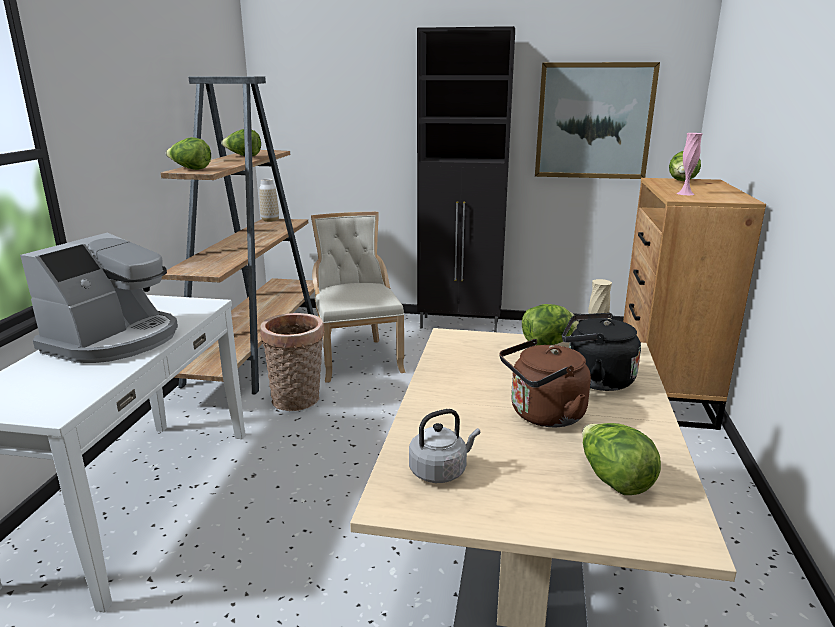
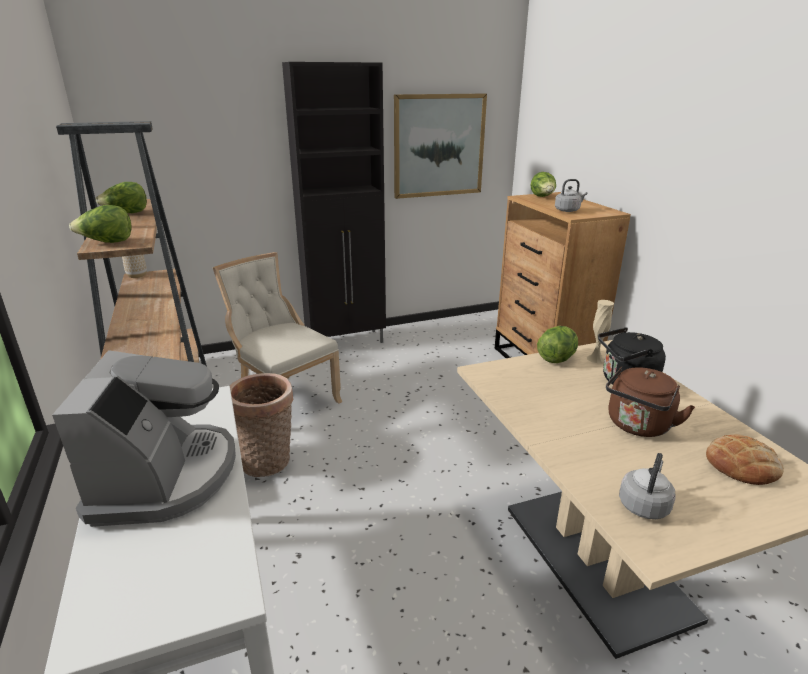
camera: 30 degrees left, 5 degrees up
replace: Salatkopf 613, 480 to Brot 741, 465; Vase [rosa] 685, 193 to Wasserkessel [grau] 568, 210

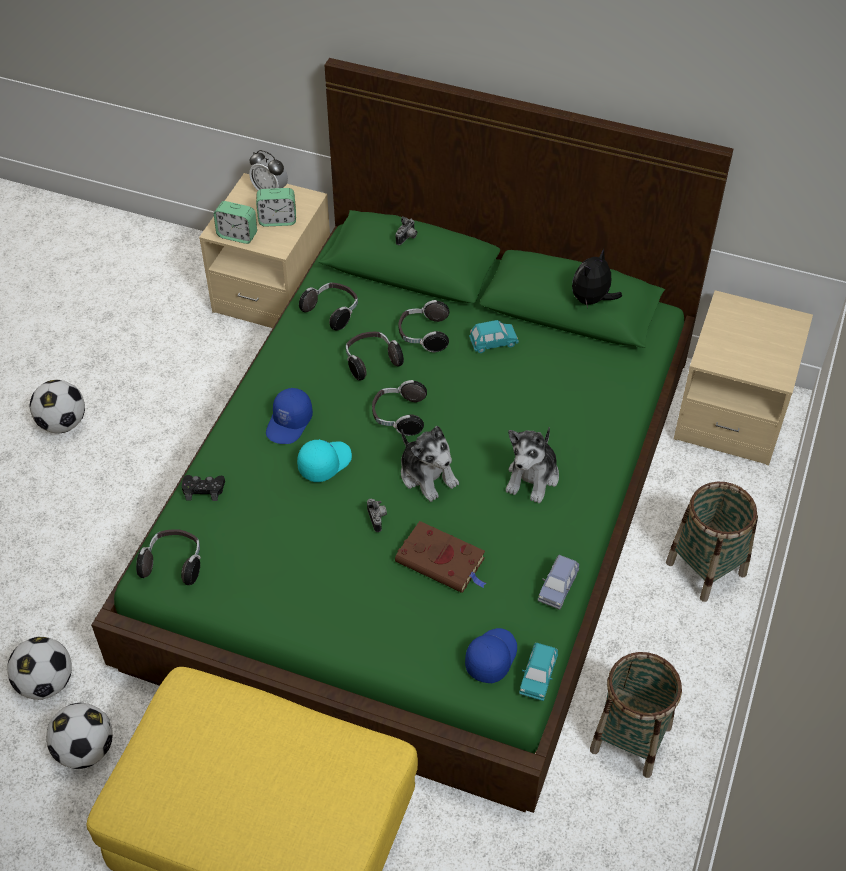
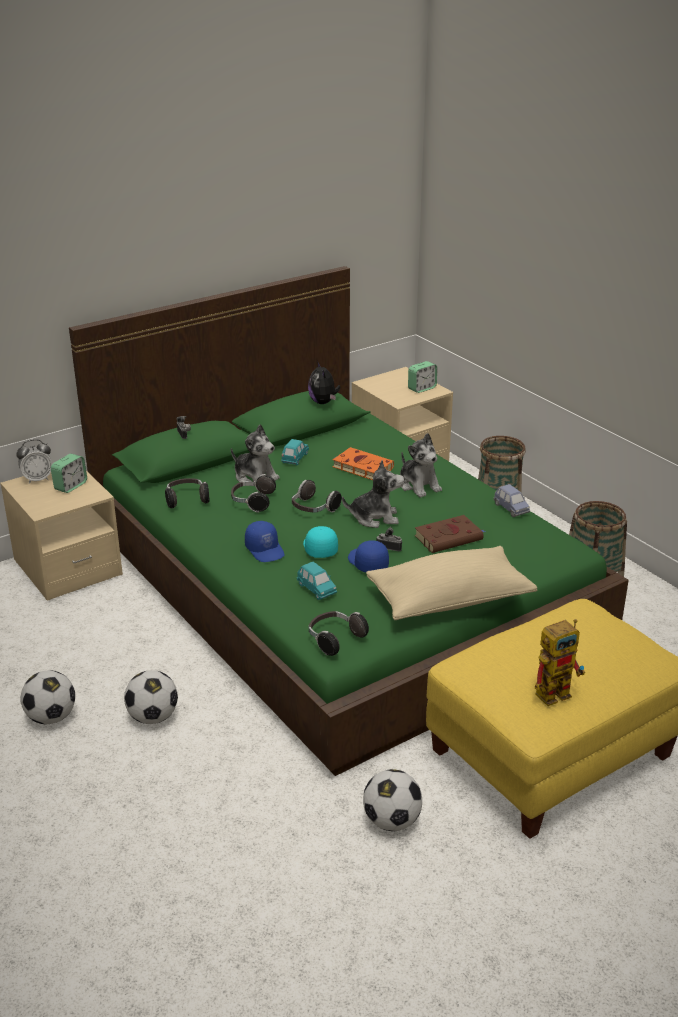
camera: 55 degrees left, 20 degrees down
delete: Gamepad [schwarz] 203, 490
insert: Buch [orange] 361, 467; Kissen [beige] 449, 600; Spielzeugroboter 557, 691
move: Fußball 46, 683 to 153, 717; Wecker 237, 235 to 422, 388; Kappe [blau] 490, 657 to 367, 563; Spielzeugauto [türkis] 538, 677 to 316, 589
replace: Kopfhörer 423, 335 to Plüschtier 255, 477

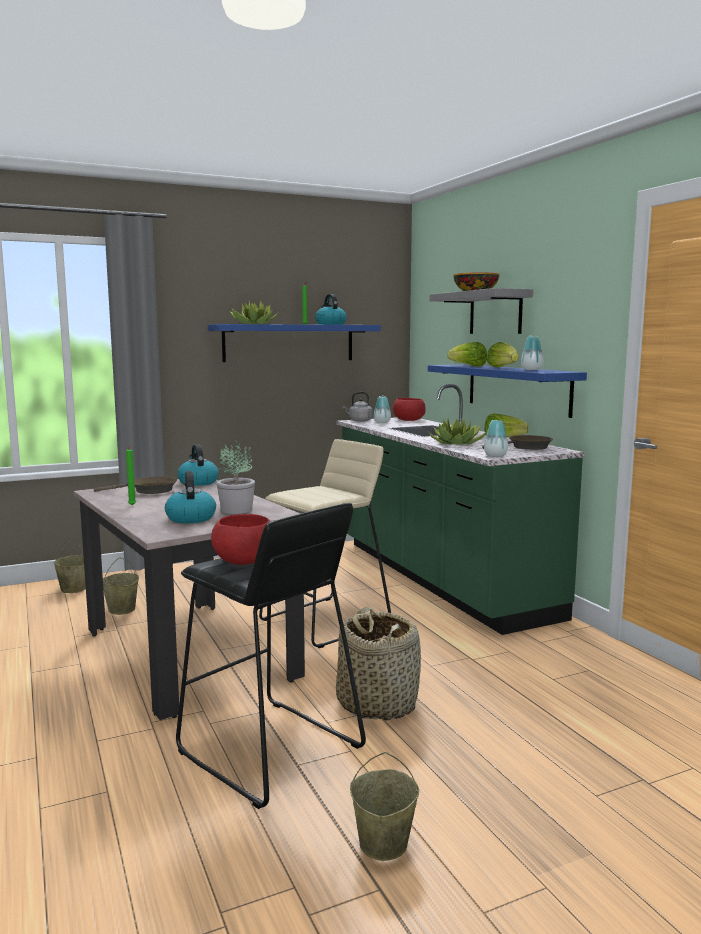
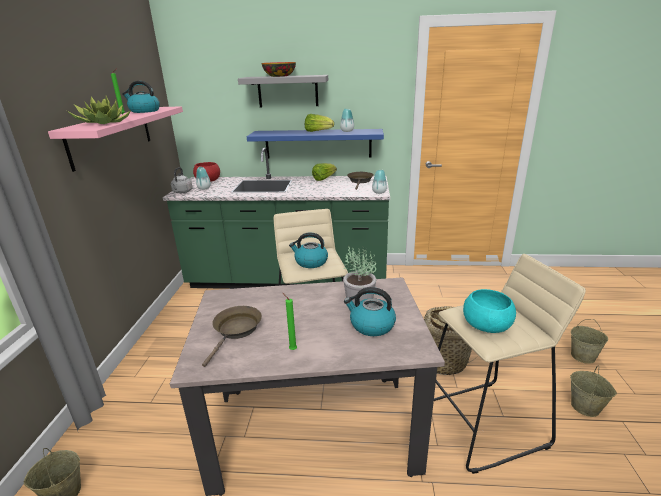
camera: 60 degrees left, 15 degrees up
delete: Topfpflanze 457, 444; Salatkopf 468, 366
move: Eimer [beige] 122, 610 to 583, 356; Wasserkessel 198, 482 to 310, 262
recolor: Hocker [schwarz] 269, 751 to Hocker [beige] 484, 424; Wandregal [blau] 289, 343 to Wandregal [rosa] 112, 135; Schüssel [rot] 244, 560 to Schüssel [türkis] 487, 325

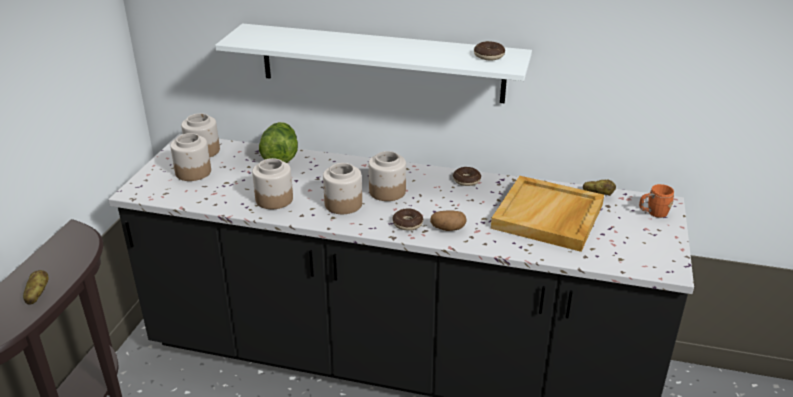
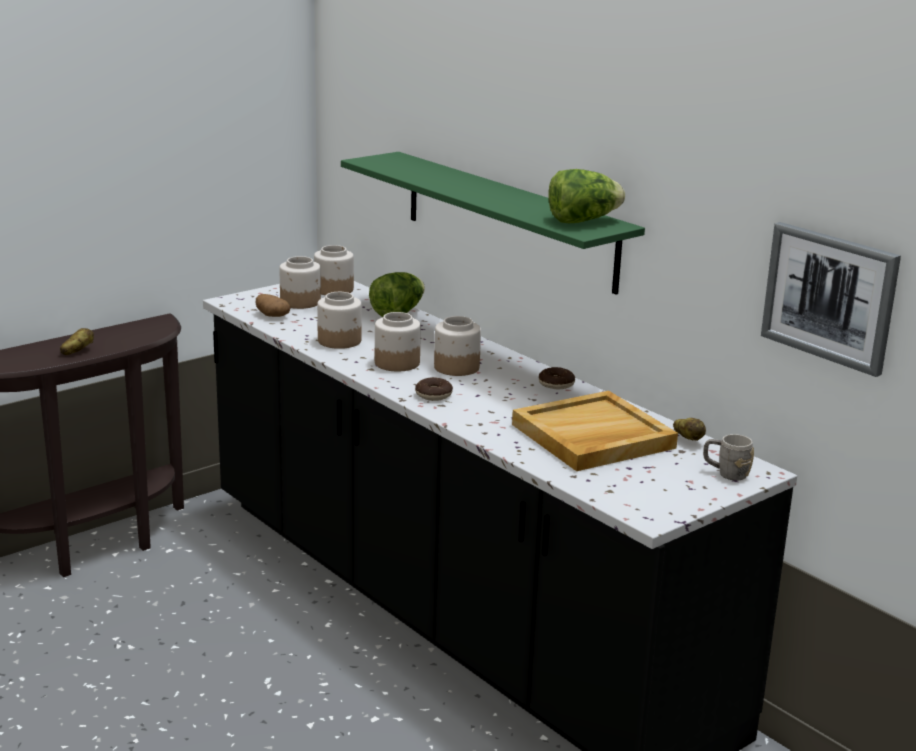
camera: 35 degrees right, 10 degrees down
insert: Bild 830, 296
move: Kartoffel 448, 228 to 271, 315
replace: Donut 489, 56 to Salatkopf 582, 221
recolor: Wandregal [weiß] 381, 63 to Wandregal [grün] 508, 220; Henkelbecher [orange] 653, 213 to Henkelbecher [grau] 726, 473

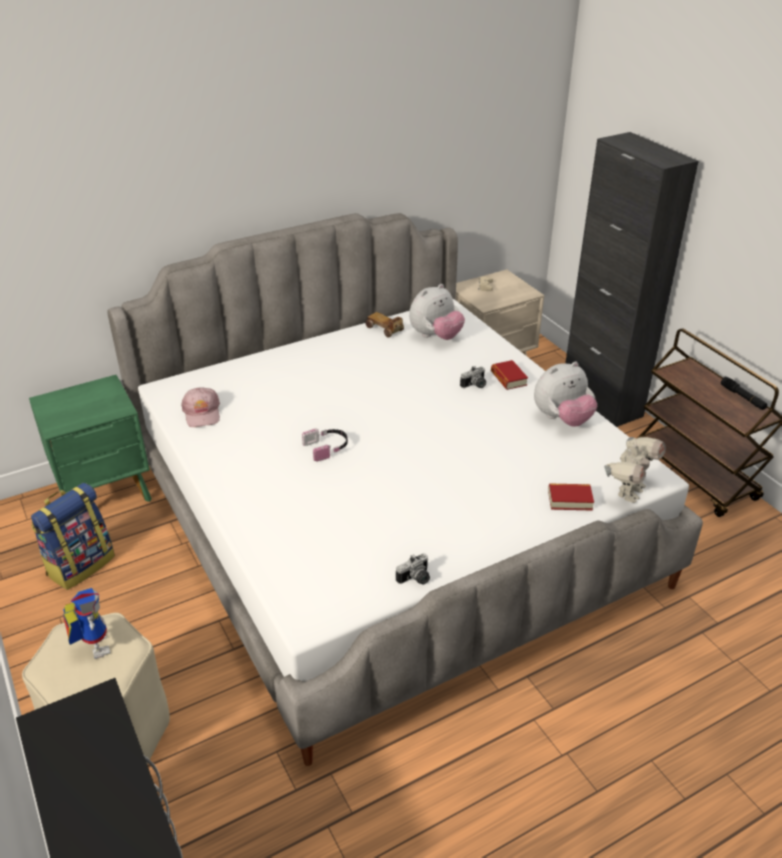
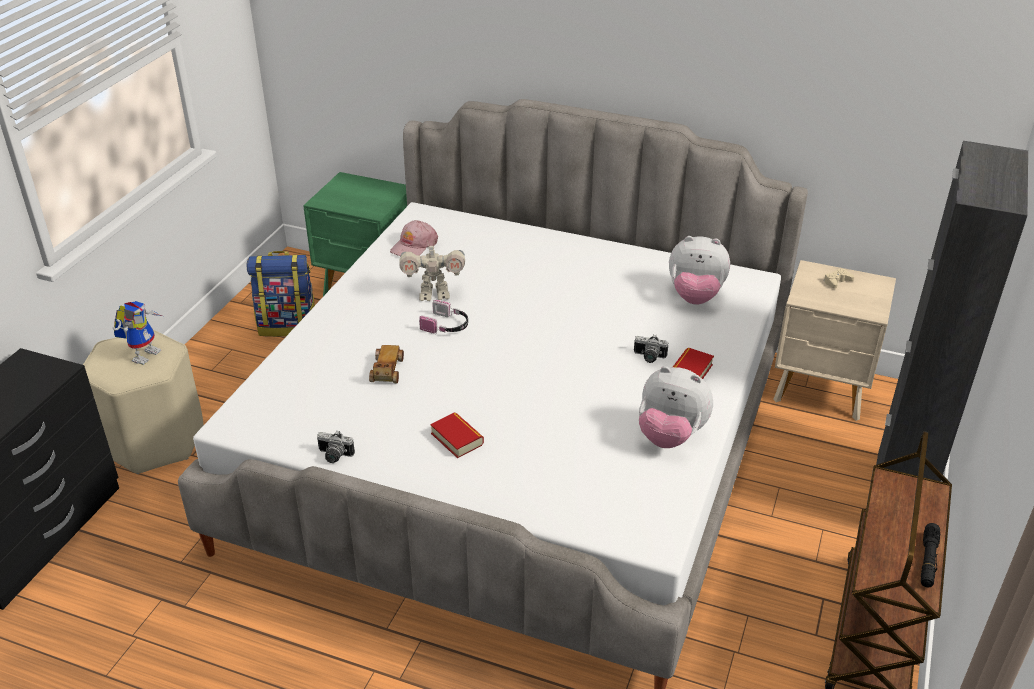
camera: 50 degrees right, 0 degrees up
move: Spielzeugauto 385, 329 to 387, 371; Buch 570, 500 to 457, 439; Spielzeugroboter 628, 491 to 434, 295

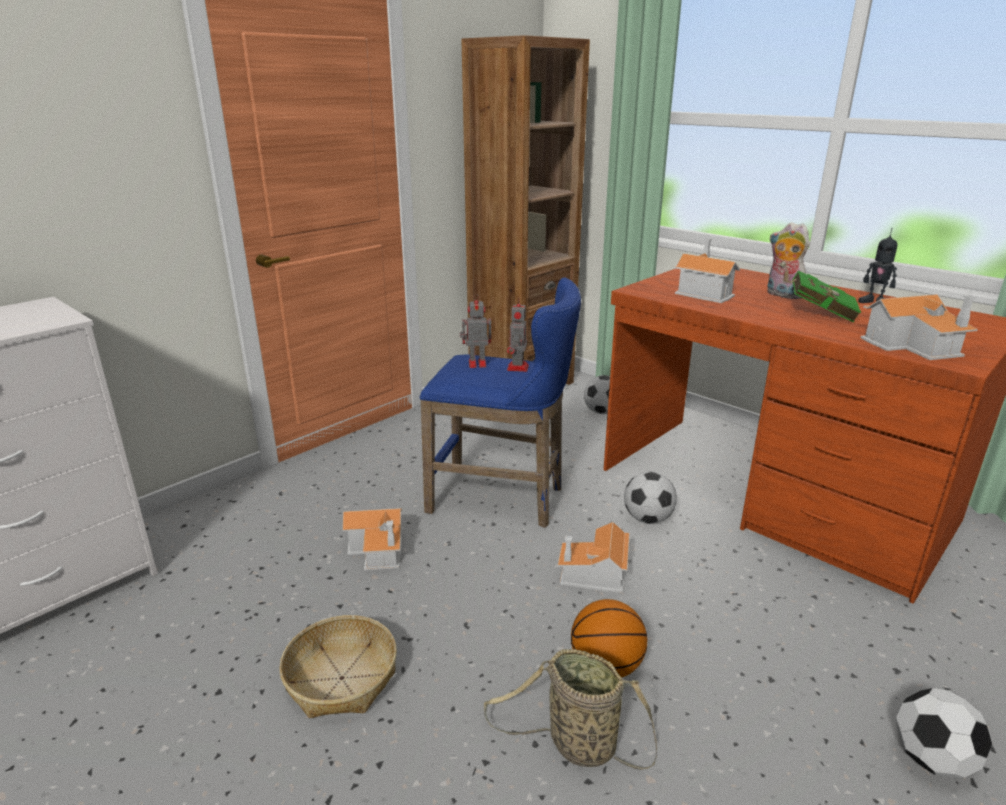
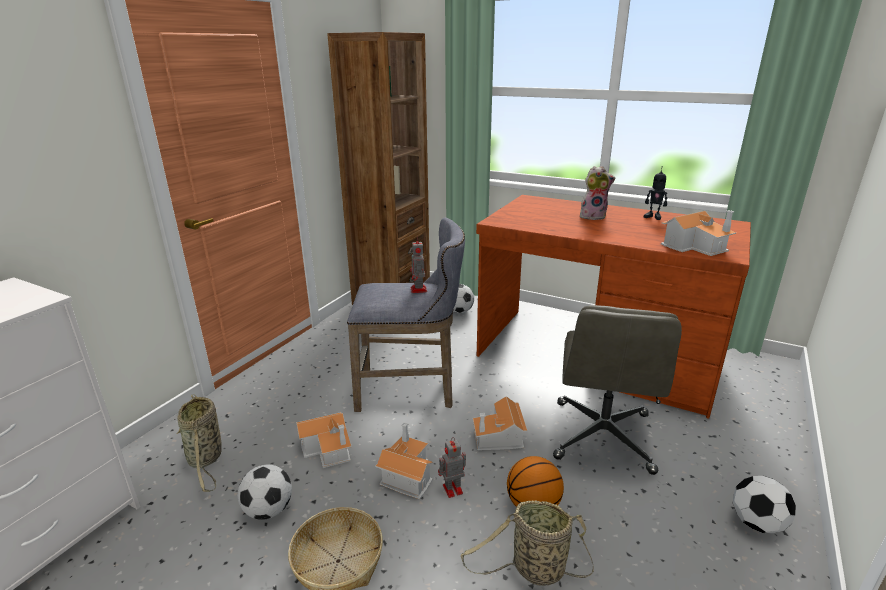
camera: 15 degrees left, 0 degrees up
delete: Buch [grün] 818, 313
insert: Korb 206, 459; Bürostuhl [grau] 603, 437
move: Spielzeugroboter 476, 363 to 451, 489; Fußball 647, 519 to 268, 510; Spielzeughaus 704, 291 to 406, 474
recolor: Hocker [blau] 503, 499 to Hocker [grau] 411, 391
rotate: Plüschtier 781, 295 = 593, 216 150 degrees clockwise

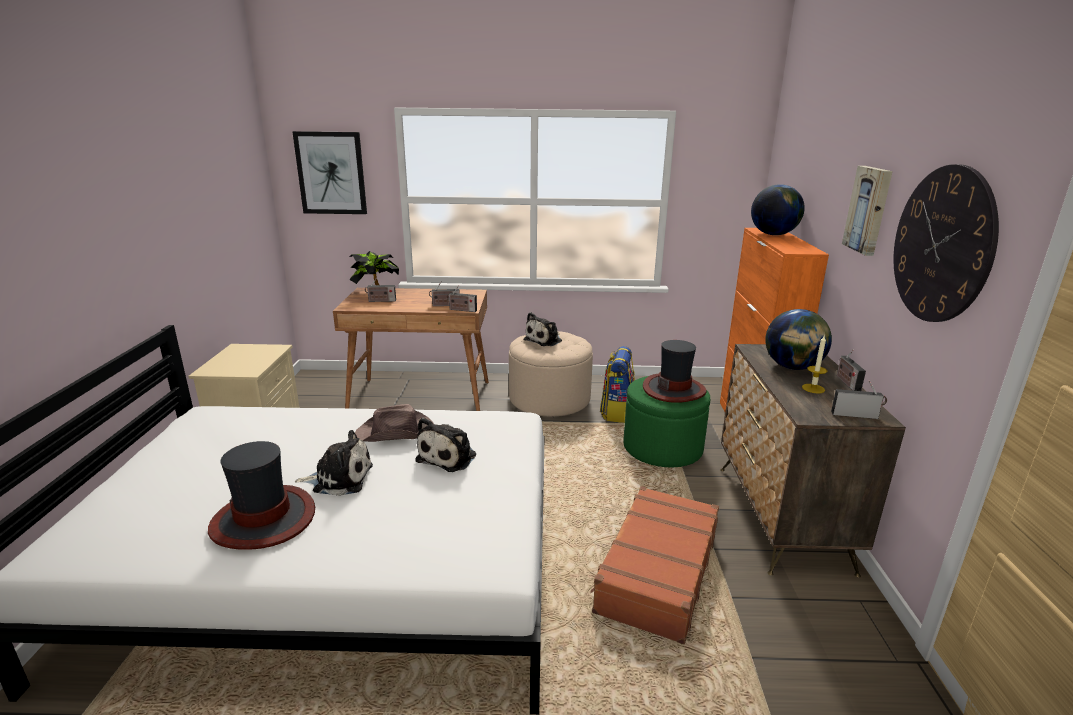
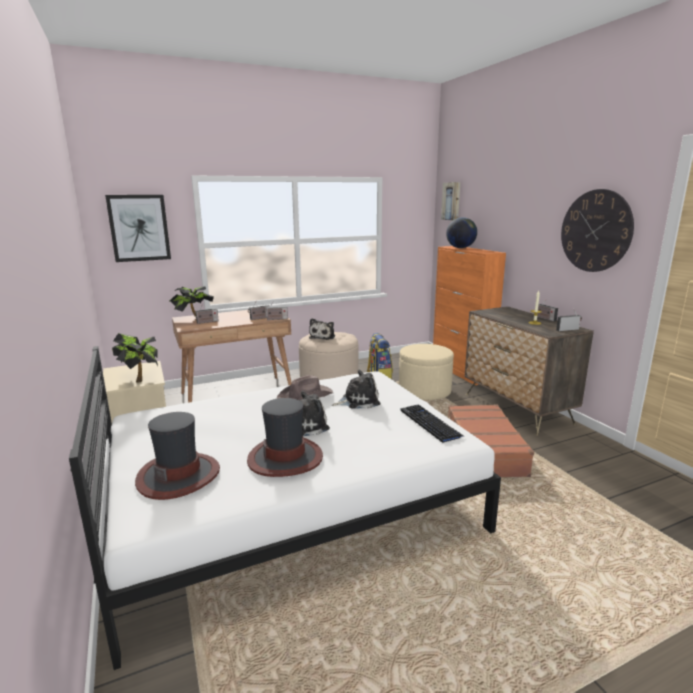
camera: 25 degrees left, 5 degrees down
delete: Globus 792, 367
insert: Topfpflanze 141, 378; Tastatur 430, 424
move: Hut 674, 389 to 179, 475; Bild 869, 210 to 451, 201
recolor: Polsterhocker [grün] 662, 448 to Polsterhocker [beige] 424, 391
rotate: Plüschtier 449, 456 = 358, 401 105 degrees counterclockwise

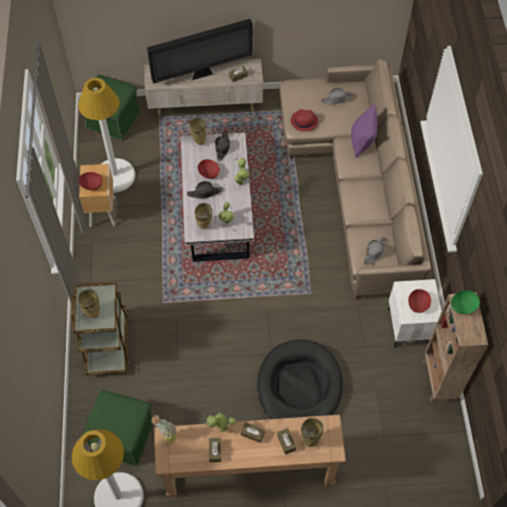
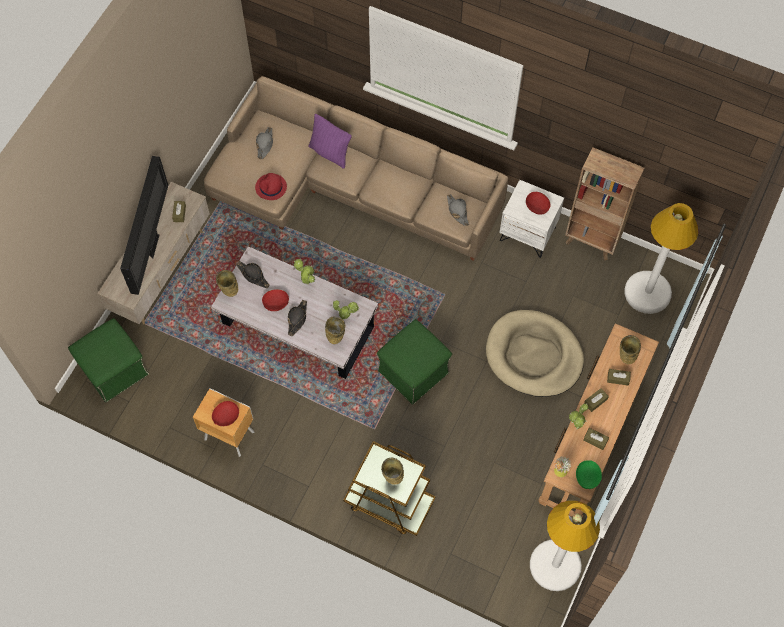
camera: 60 degrees left, 5 degrees up
move: Stehlampe [weiß] 115, 176 to 647, 292; Polsterhocker [grün] 123, 436 to 414, 371; Schüssel [grün] 463, 307 to 587, 478
recolor: Hundebett [schwarz] 299, 387 to Hundebett [beige] 534, 355

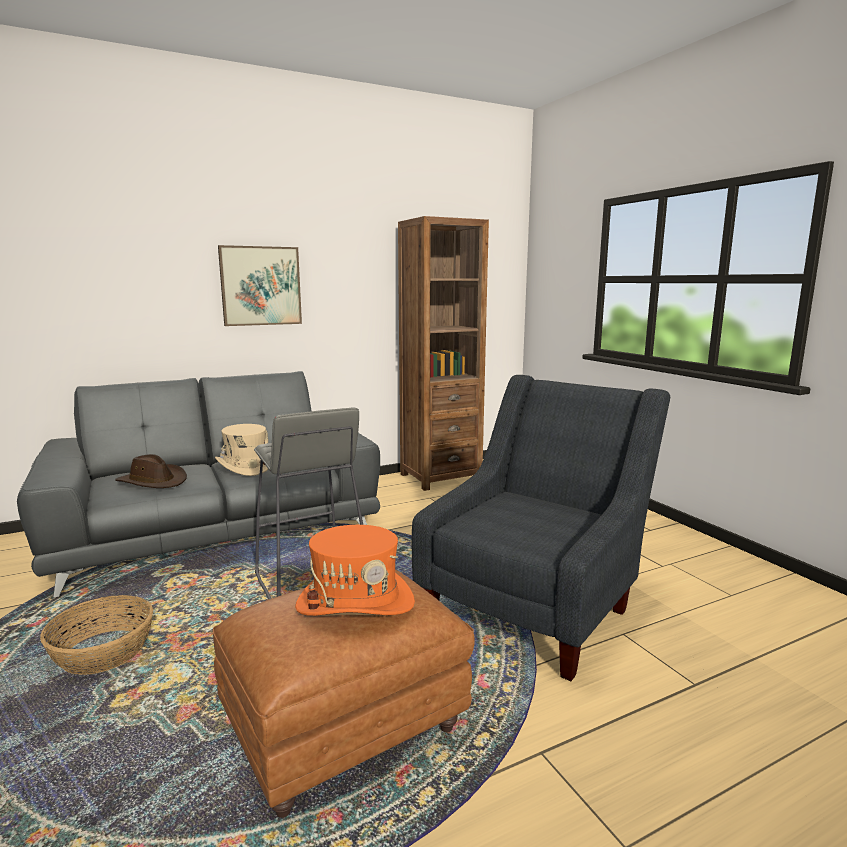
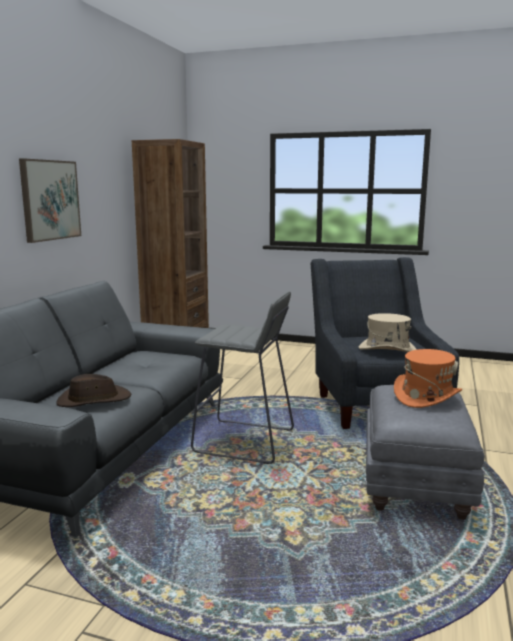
camera: 45 degrees left, 0 degrees up
delete: Korb 103, 652
move: Hut [beige] 246, 466 to 387, 349
recolor: Polsterhocker [braun] 346, 728 to Polsterhocker [grau] 414, 482

